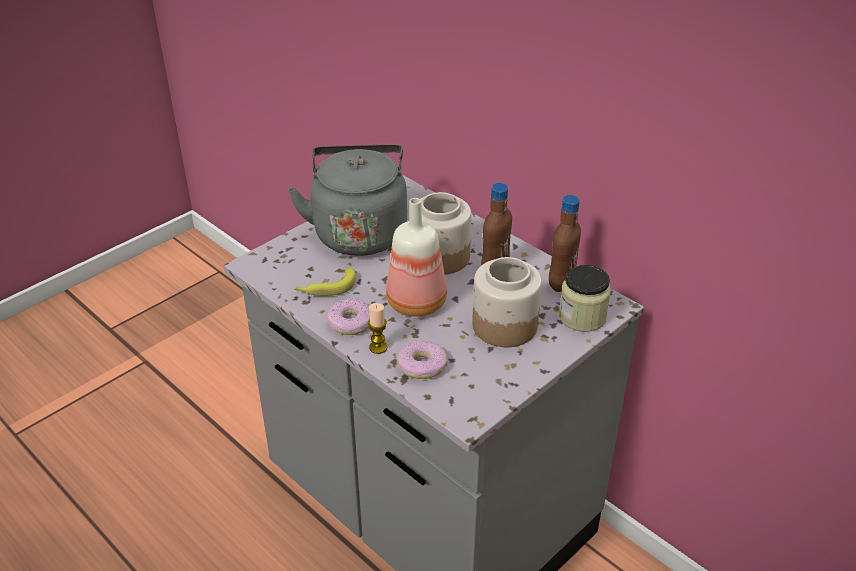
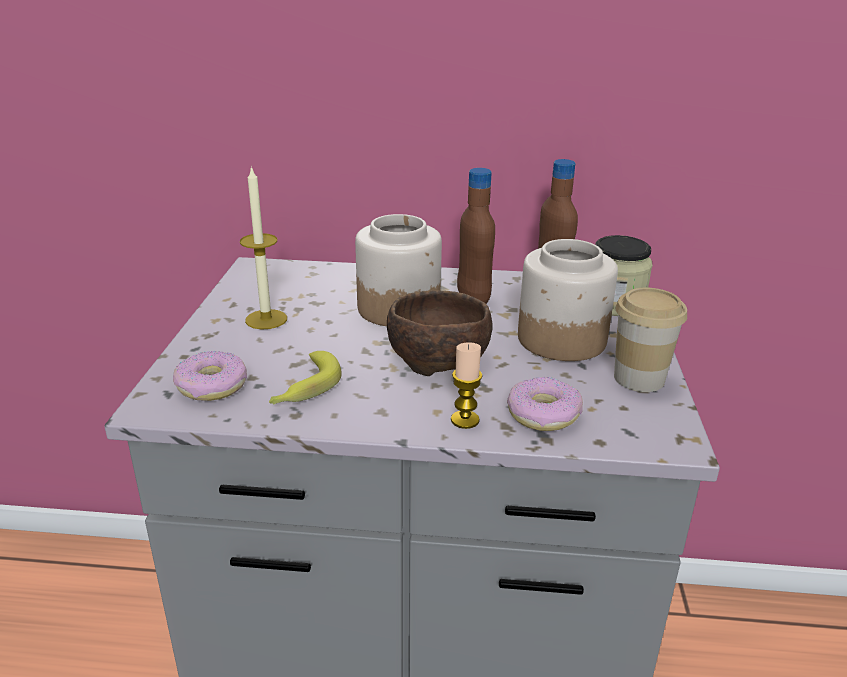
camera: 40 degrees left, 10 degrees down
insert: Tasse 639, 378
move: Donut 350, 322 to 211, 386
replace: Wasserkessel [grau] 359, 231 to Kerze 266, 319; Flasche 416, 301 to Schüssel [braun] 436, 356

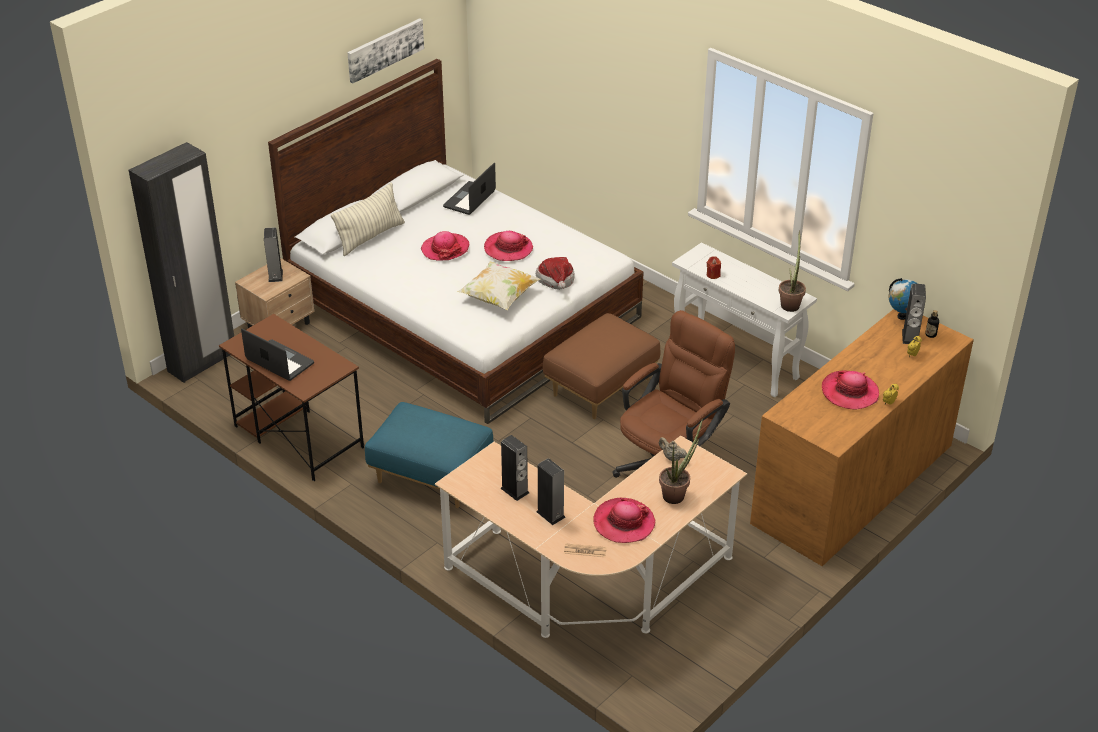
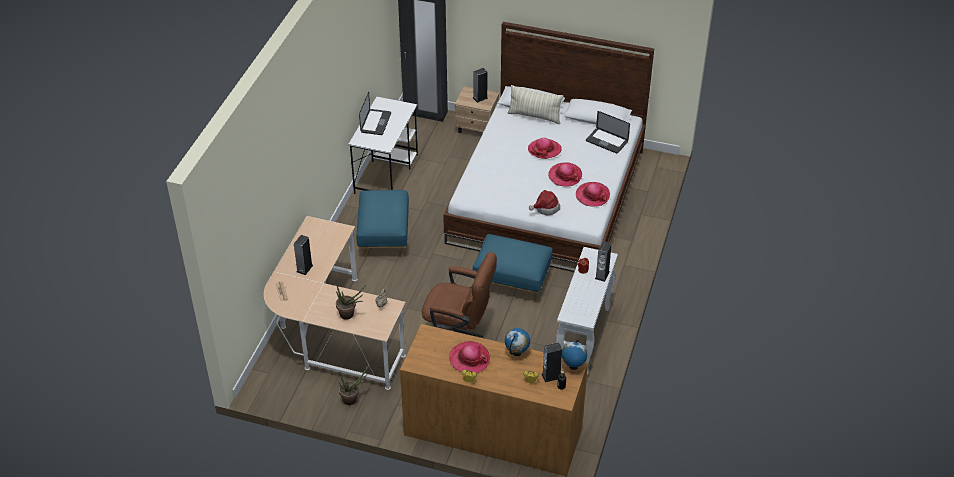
camera: 65 degrees right, 5 degrees up
delete: Bild 385, 49; Kissen 499, 297
insert: Globus 517, 353
move: Lautsprecher 514, 490 to 602, 275; Hut 624, 523 to 592, 195; Topfpflanze 790, 303 to 353, 399
recolor: Schreibtisch [braun] 297, 436 to Schreibtisch [weiß] 386, 173; Polsterhocker [braun] 601, 387 to Polsterhocker [blau] 512, 281
rotate: Laptop 469, 199 = 606, 141 150 degrees counterclockwise

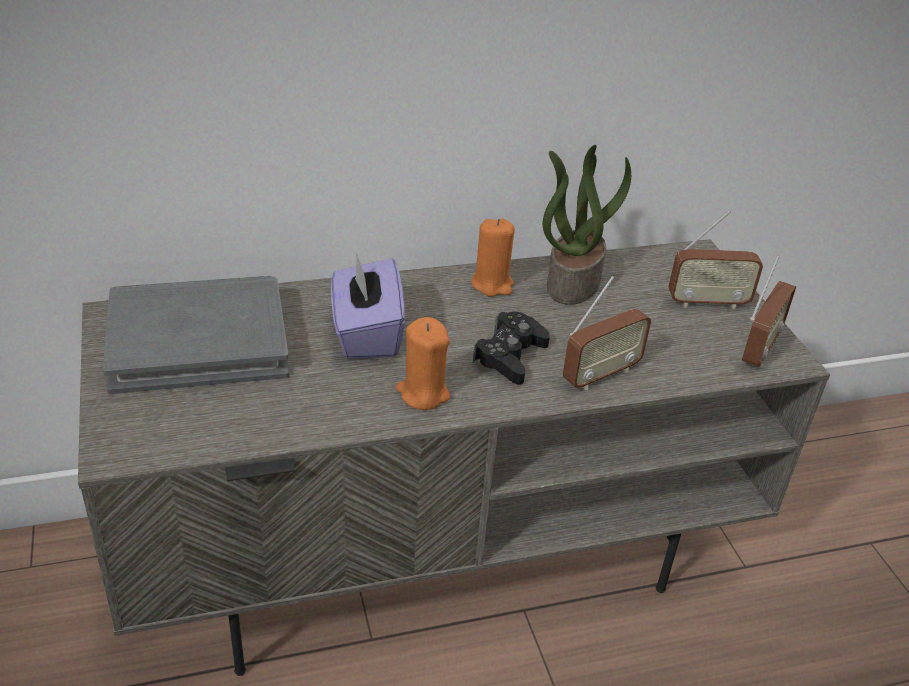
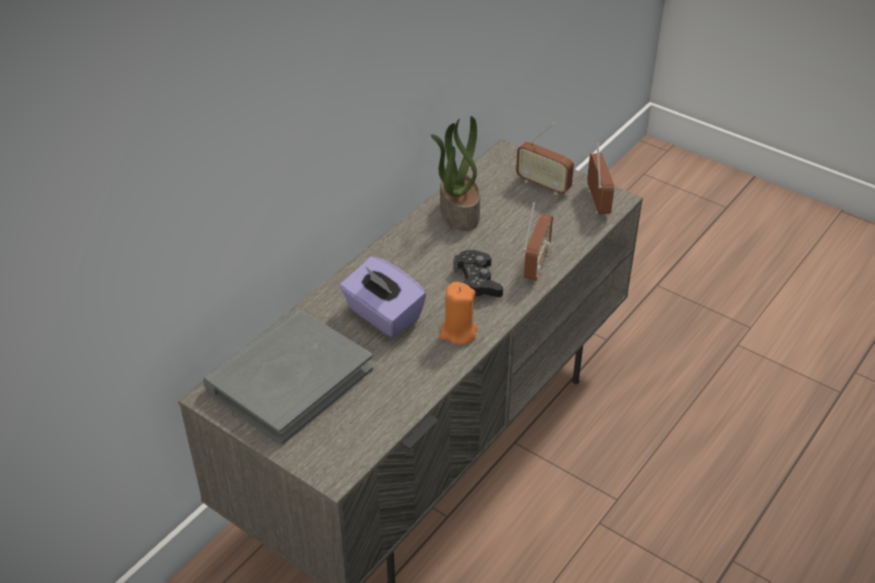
camera: 35 degrees left, 5 degrees up
delete: Kerze [orange] 492, 284
rotate: Radio 707, 303 = 543, 185 75 degrees clockwise

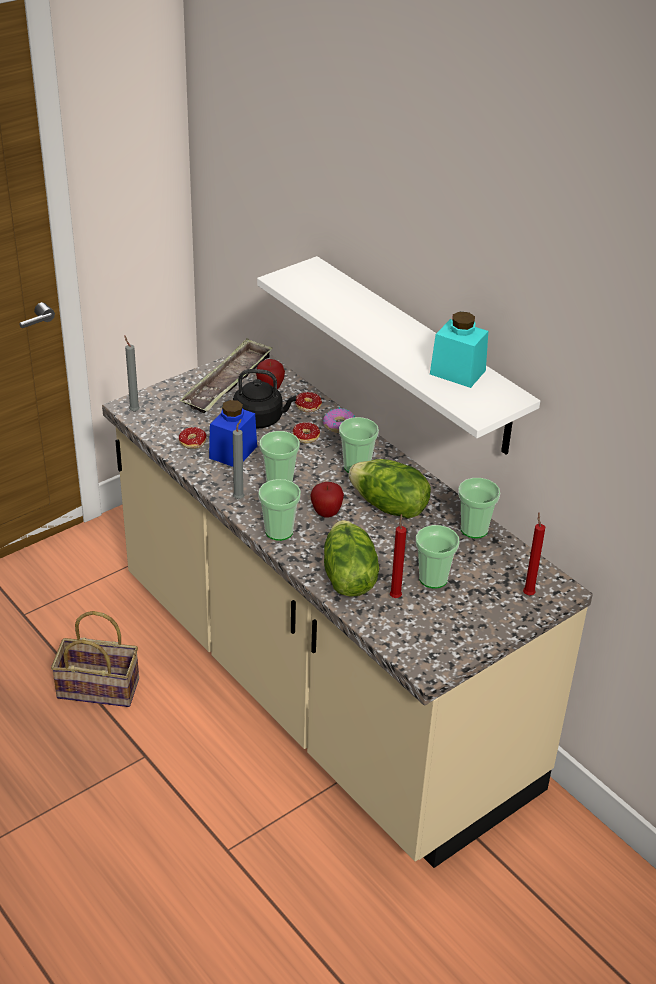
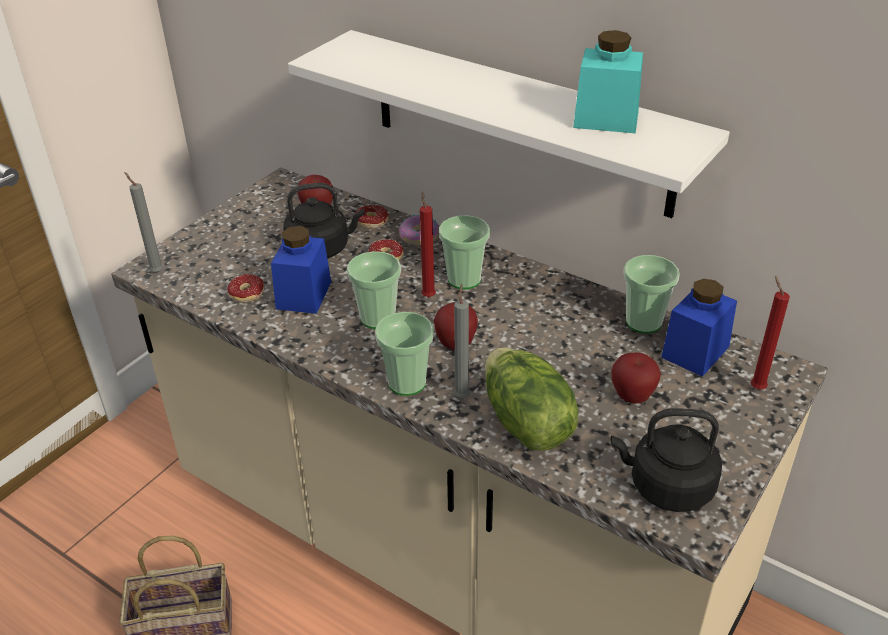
camera: 15 degrees left, 0 degrees up
delete: Tablett 228, 382; Salatkopf 389, 507
insert: Wasserkessel [schwarz] 666, 487; Vorratsglas [blau] 695, 352
move: Kerze [grau] 239, 498 to 462, 395; Kerze [rot] 395, 596 to 428, 295
replace: Tasse 433, 578 to Apfel 632, 397

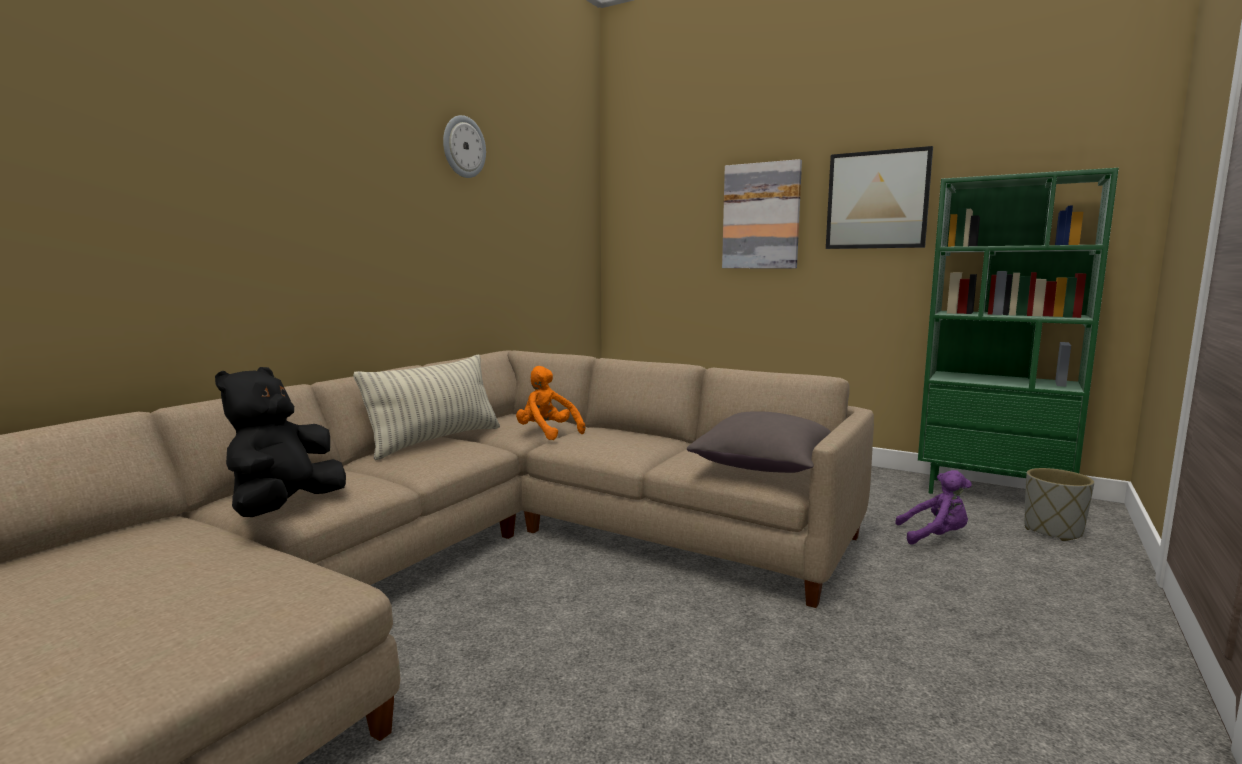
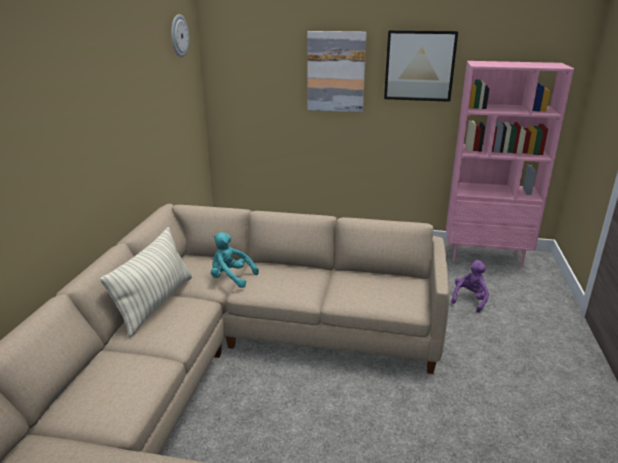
camera: 20 degrees left, 15 degrees up
delete: Plüschtier [schwarz] 285, 508; Kissen [grau] 765, 468; Pflanzkübel [grau] 1053, 531
move: Wanduhr 463, 147 to 179, 36
recolor: Plüschtier [orange] 547, 433 to Plüschtier [türkis] 231, 278; Bücherregal [grün] 992, 495 to Bücherregal [rosa] 485, 256
rotate: Plüschtier [lila] 935, 536 = 470, 299 45 degrees counterclockwise

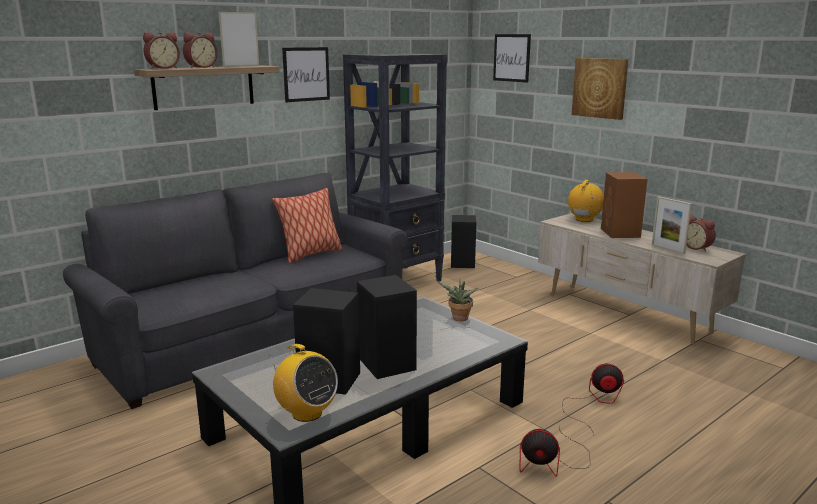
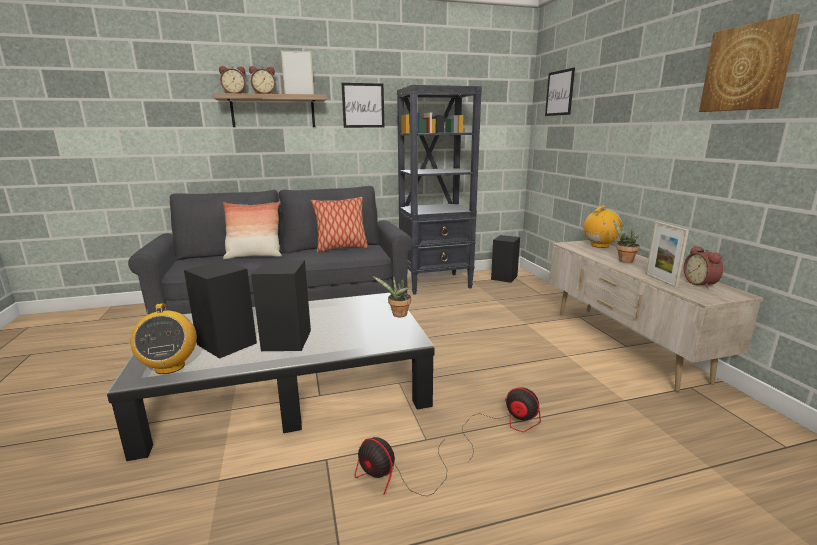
camera: 25 degrees right, 0 degrees up
insert: Kissen 254, 256
move: Bild 600, 88 to 746, 68
replace: Lautsprecher [braun] 620, 233 to Topfpflanze 623, 260

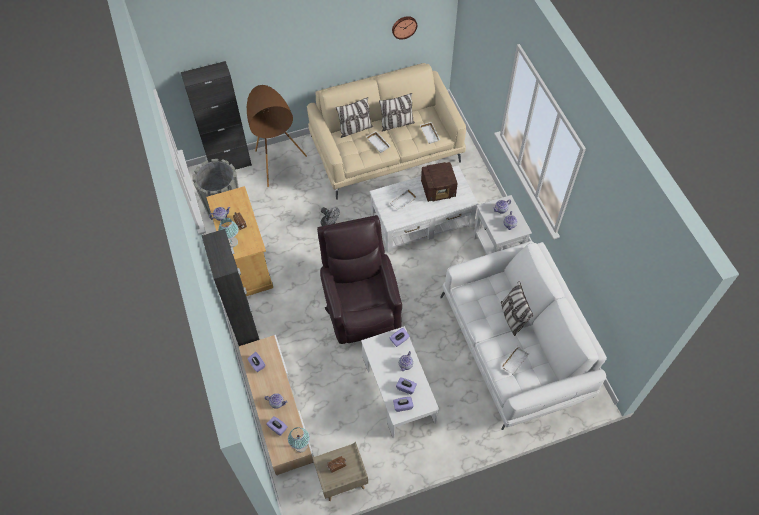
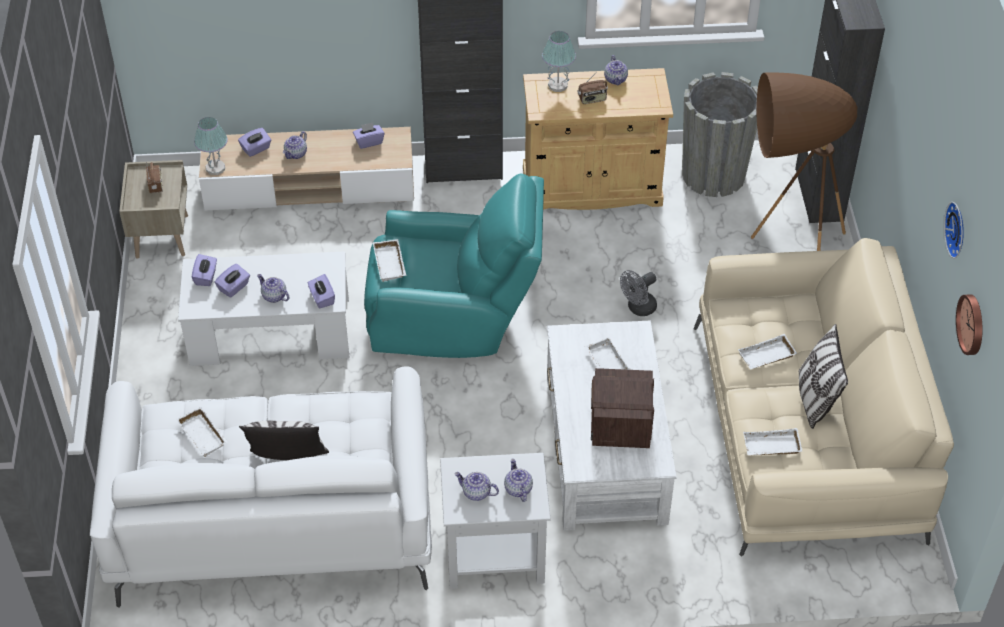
camera: 105 degrees right, 10 degrees down
delete: Kissen 355, 129
insert: Tablett [weiß] 391, 263; Wanduhr 958, 229
recolor: Sessel [braun] 360, 302 to Sessel [türkis] 454, 317

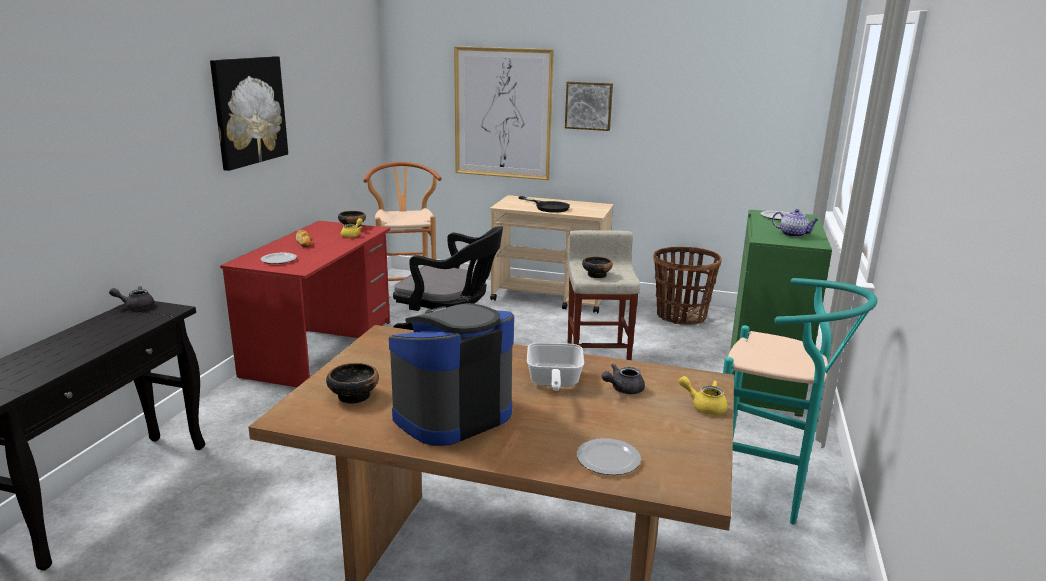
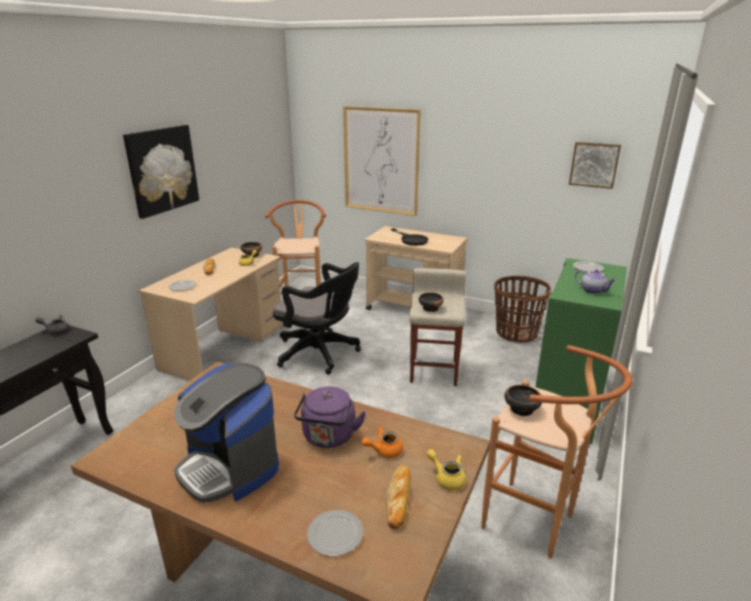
camera: 10 degrees right, 5 degrees up
insert: Brot 399, 498
move: Schüssel 353, 396 to 521, 409; Bild 589, 106 to 594, 164
replace: Pfanne 553, 383 to Wasserkessel [lila] 328, 437
recolor: Schreibtisch [rot] 320, 348 to Schreibtisch [beige] 224, 347; Teekanne [grau] 622, 389 to Teekanne [orange] 384, 450; Hocker [türkis] 768, 495 to Hocker [braun] 536, 524
rotate: Kaffeemaschine 451, 414 = 229, 467 105 degrees counterclockwise

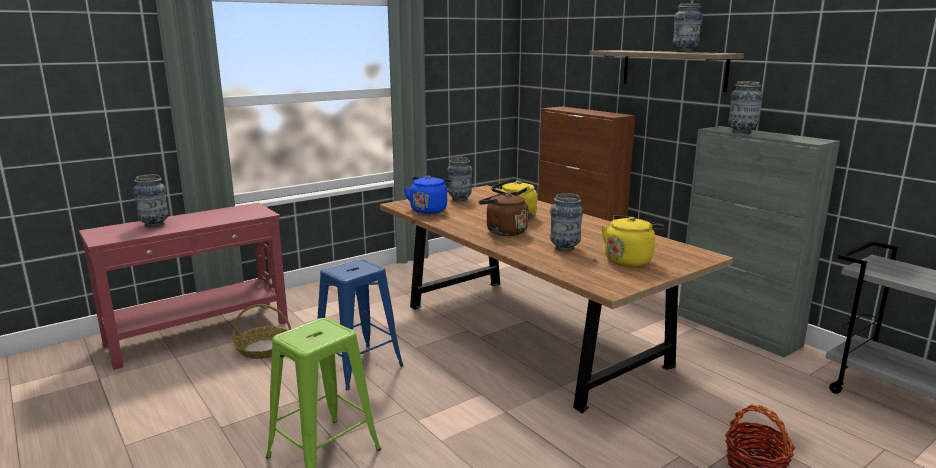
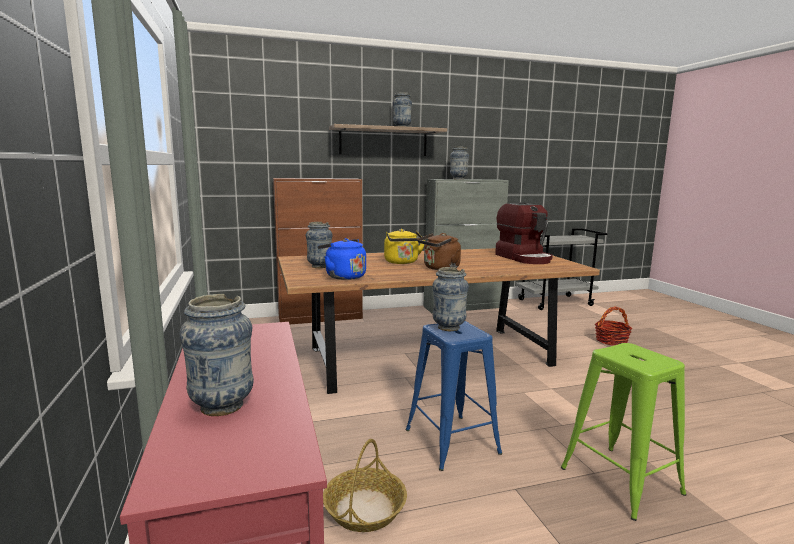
camera: 70 degrees left, 5 degrees down
move: Vase 564, 248 to 448, 327
replace: Wasserkessel [gelb] 629, 260 to Kaffeemaschine 524, 258

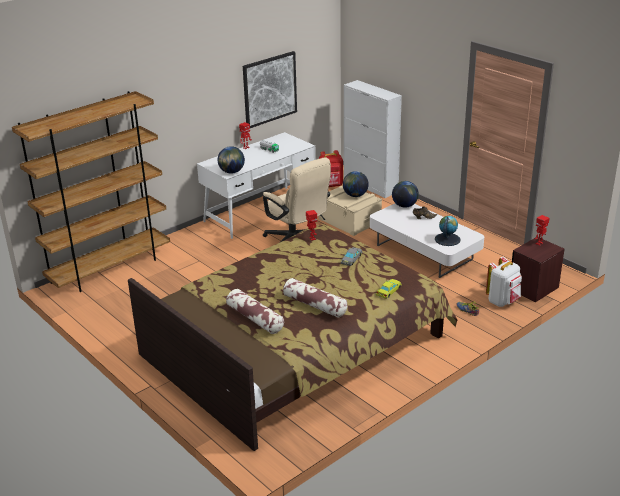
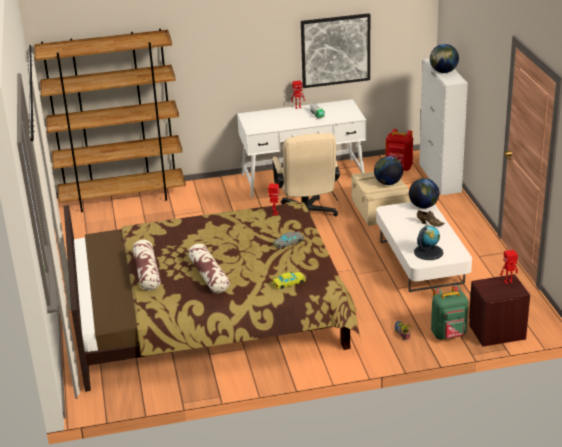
camera: 30 degrees right, 0 degrees up
move: Globus 231, 172 to 443, 72
recolor: Rucksack [weiß] 503, 301 to Rucksack [grün] 449, 335

